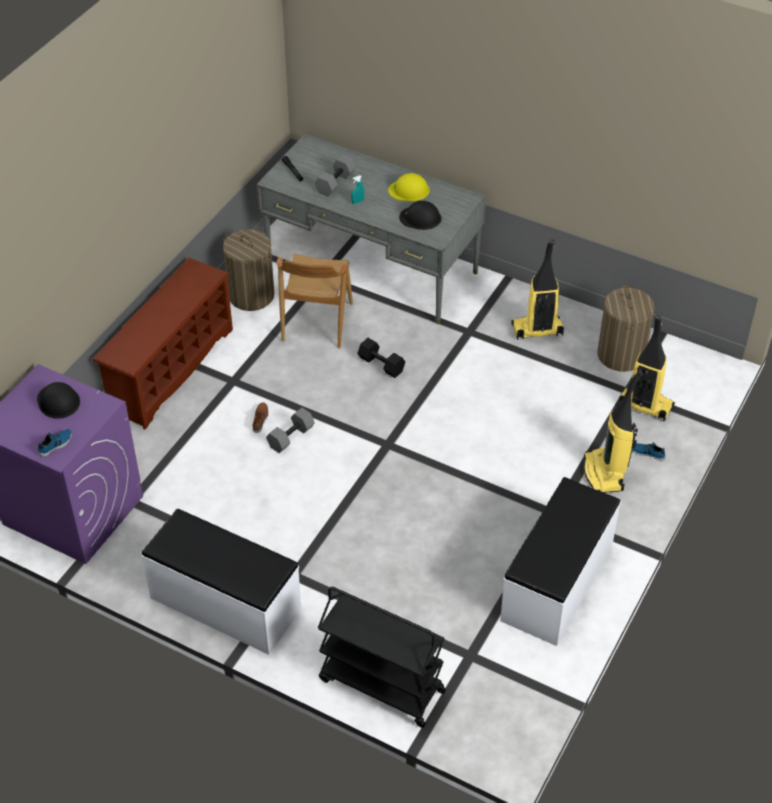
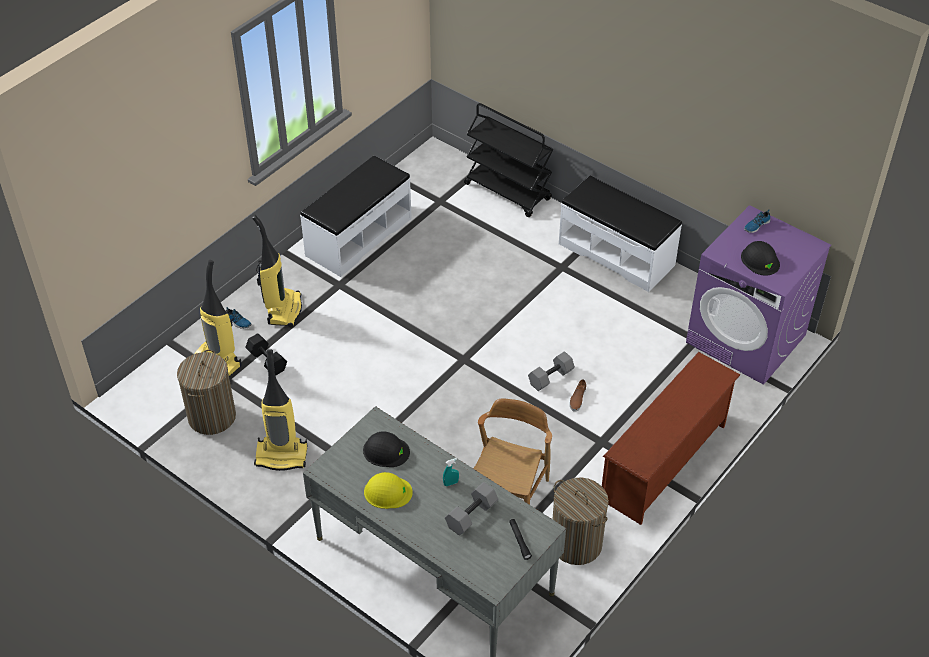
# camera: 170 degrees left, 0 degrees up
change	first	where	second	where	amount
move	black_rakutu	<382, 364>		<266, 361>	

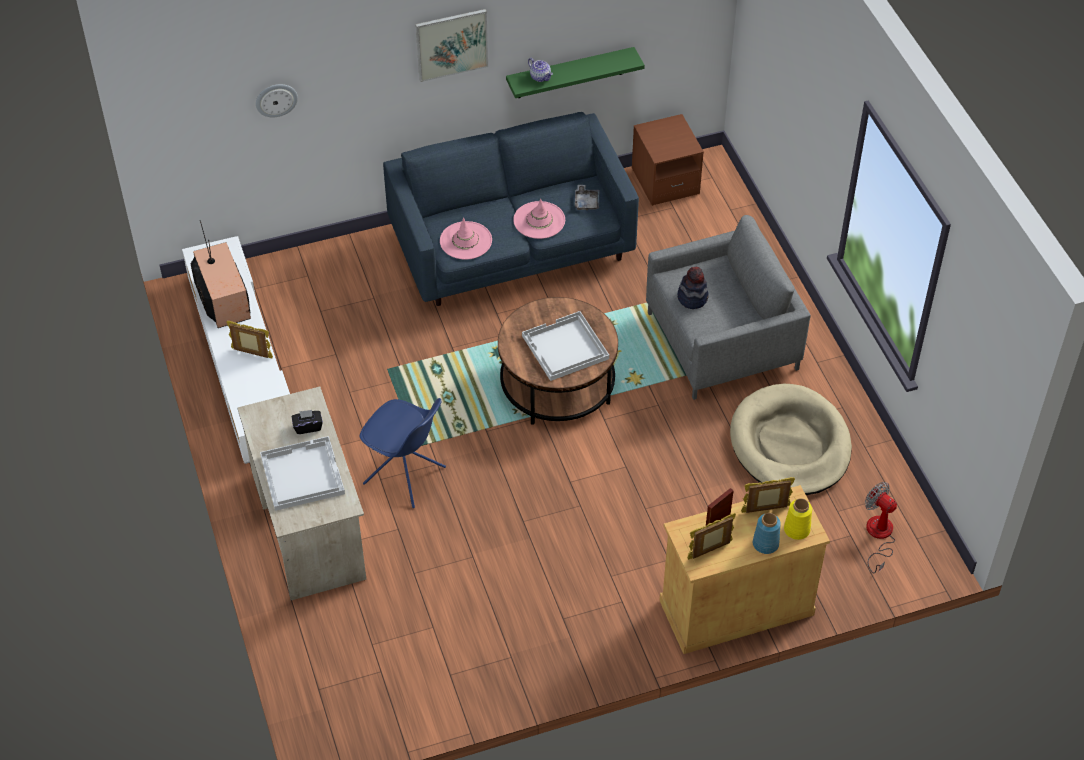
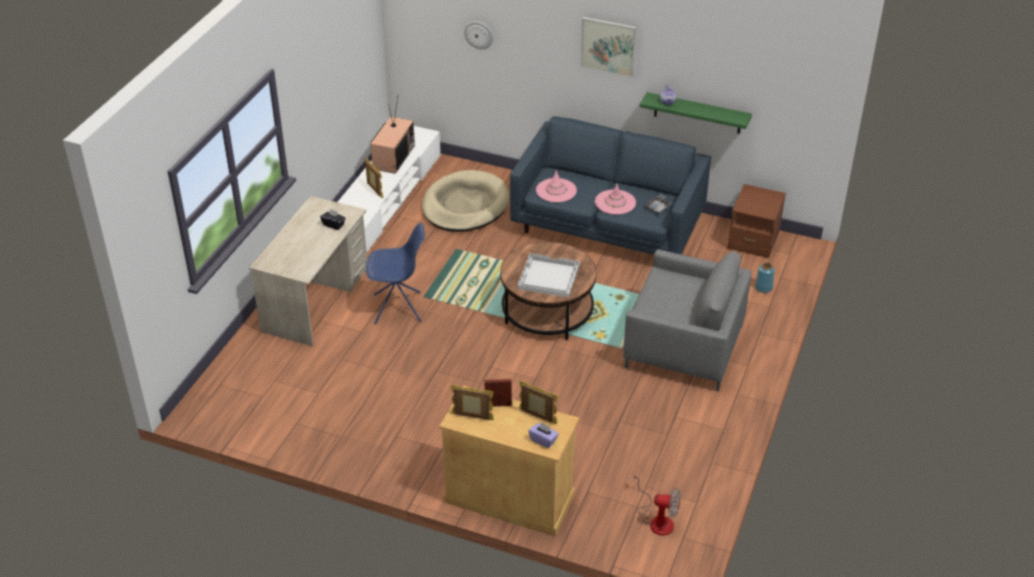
# camera: 40 degrees right, 10 degrees down
change	first	where	second	where	amount
delete	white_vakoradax	<301, 474>			
delete	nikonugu	<692, 297>			
move	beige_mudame	<790, 444>		<465, 205>	
move	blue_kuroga	<765, 544>		<763, 288>	
replace	yellow_kuroga	<796, 530>	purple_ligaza	<543, 440>	
rotate	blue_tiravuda	<406, 476>		<399, 308>	75 degrees counterclockwise
rotate	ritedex	<878, 536>		<657, 519>	105 degrees clockwise

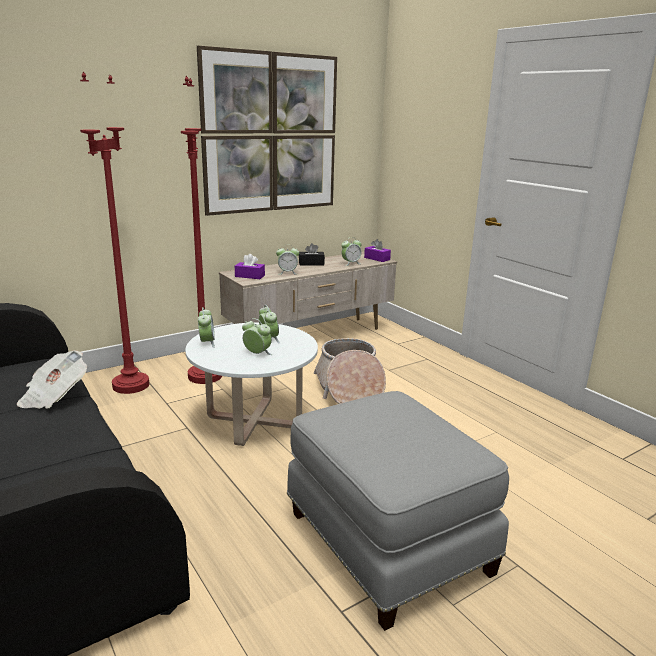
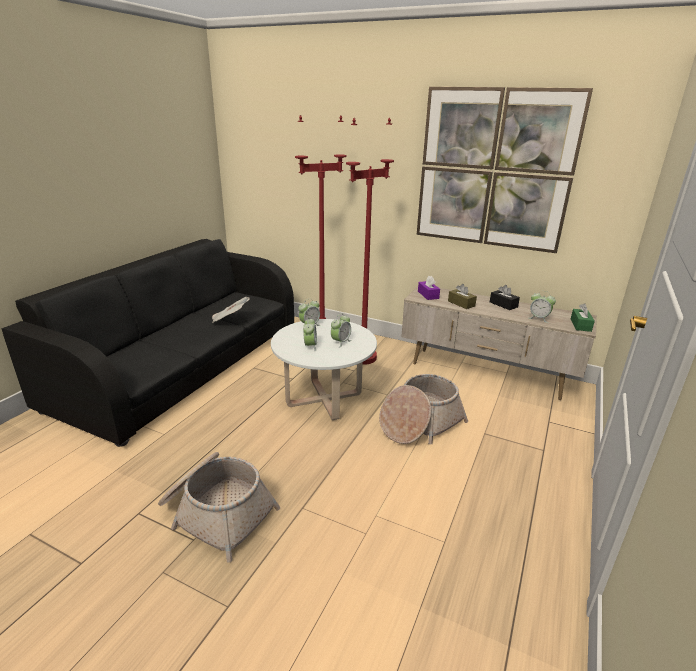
# camera: 60 degrees right, 5 degrees up
change	first	where	second	where	amount
replace	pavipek	<287, 272>	brown_ligaza	<461, 303>	
replace	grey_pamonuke	<385, 543>	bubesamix	<217, 512>	
recolor	purple_ligaza	<377, 258>	green_ligaza	<580, 325>	

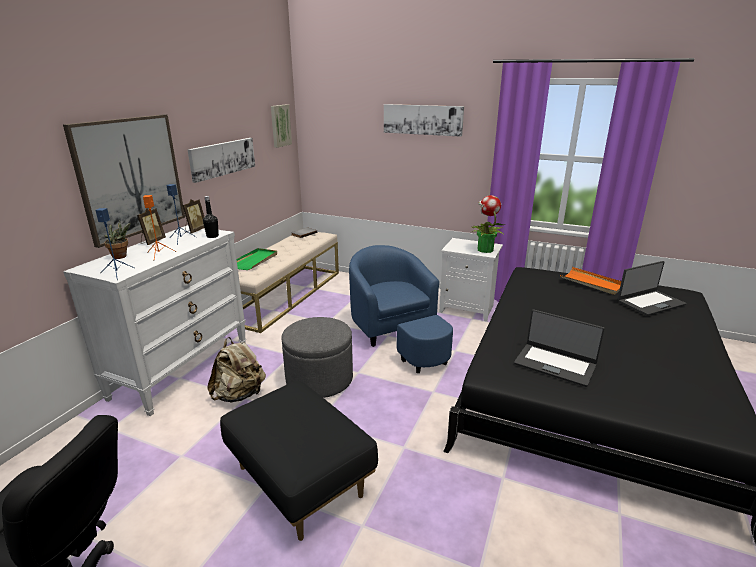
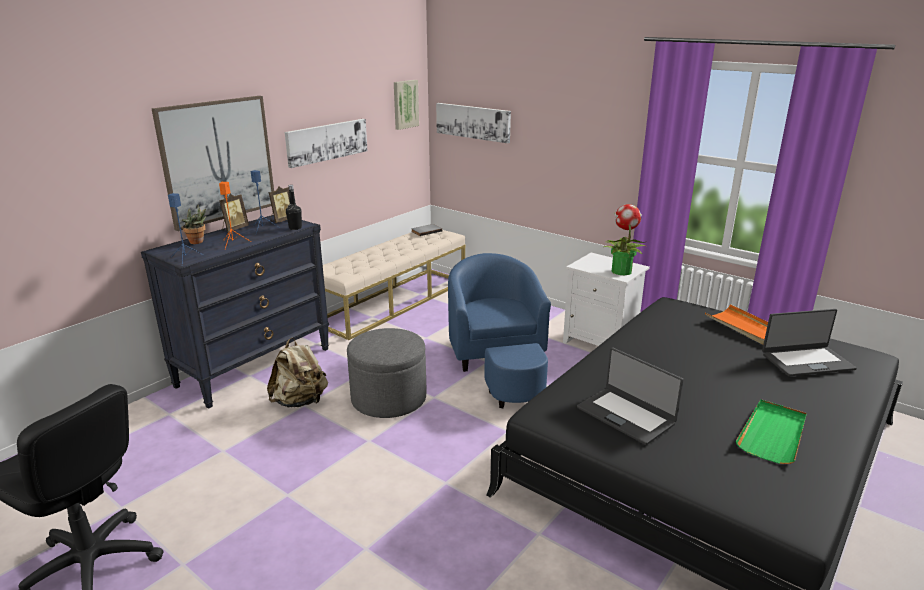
# camera: 15 degrees right, 0 degrees up
change	first	where	second	where	amount
delete	black_pamonuke	<301, 481>			
move	green_vakoradax	<254, 260>		<772, 434>	
move	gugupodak	<422, 119>		<473, 122>	
recolor	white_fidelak	<182, 368>	black_fidelak	<255, 366>	

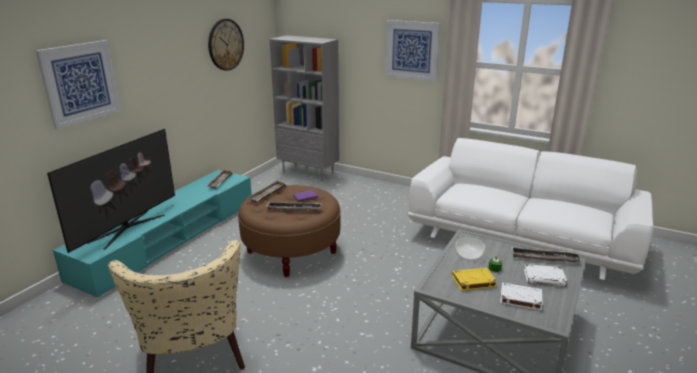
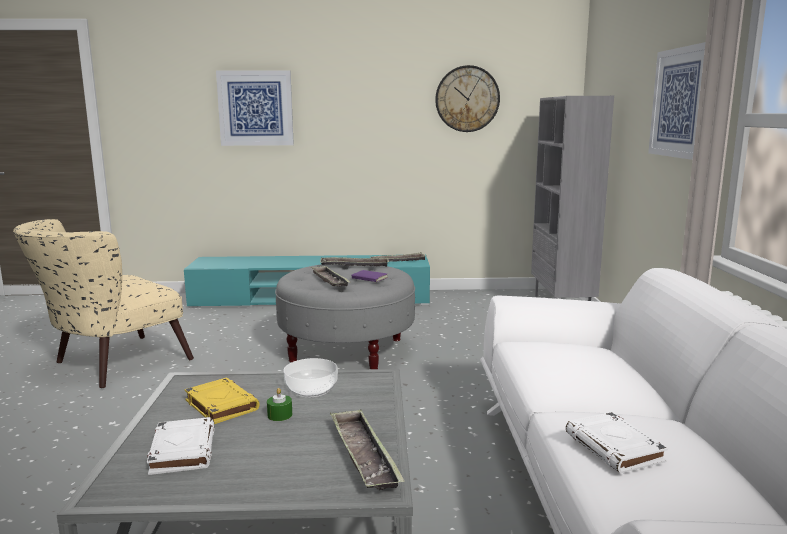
# camera: 60 degrees right, 10 degrees down
change	first	where	second	where	amount
delete	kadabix	<127, 228>			
move	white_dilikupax	<544, 278>		<615, 448>	
recolor	brown_pamonuke	<291, 252>	grey_pamonuke	<347, 349>	

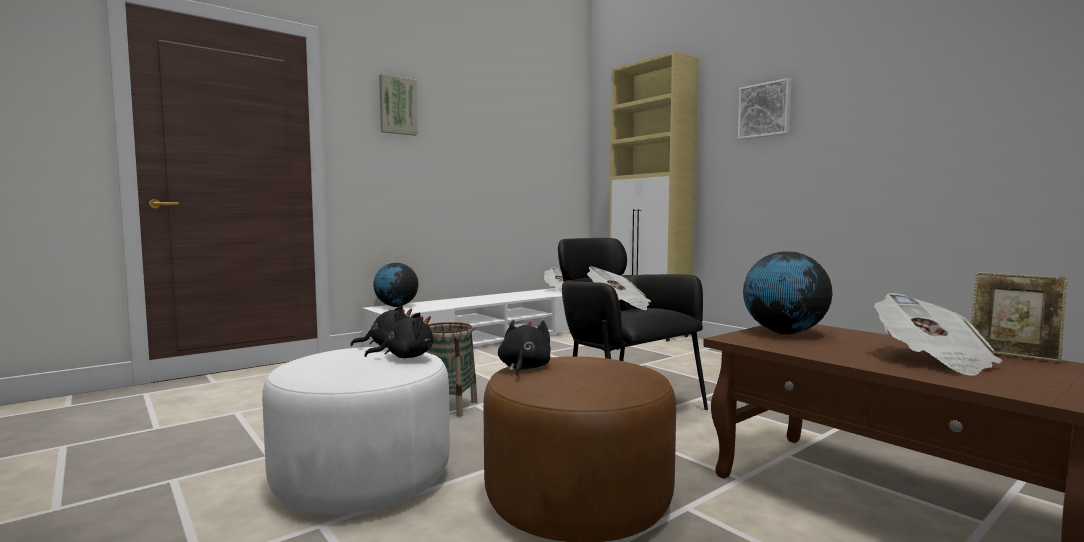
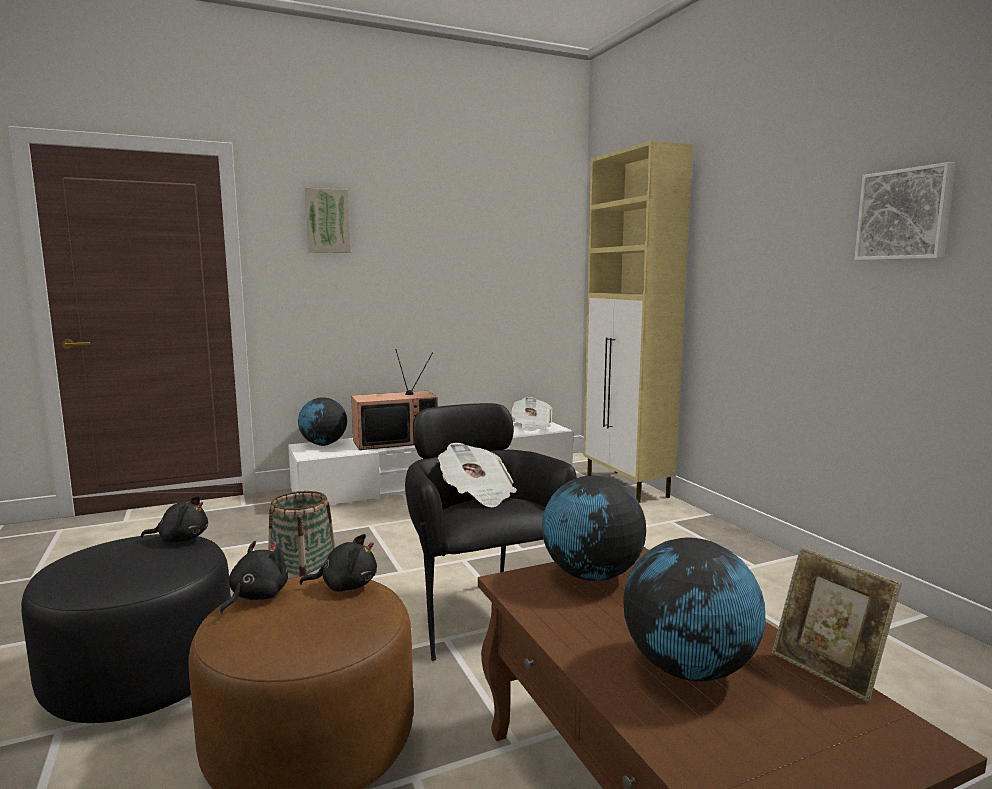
# camera: 15 degrees right, 5 degrees up
change	first	where	second	where	amount
insert			kadabix	<396, 441>	
move	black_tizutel	<405, 357>		<345, 586>	
move	gugupodak	<765, 110>		<905, 214>	
replace	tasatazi	<933, 361>	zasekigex	<688, 669>	
recolor	white_pamonuke	<362, 479>	black_pamonuke	<141, 675>	

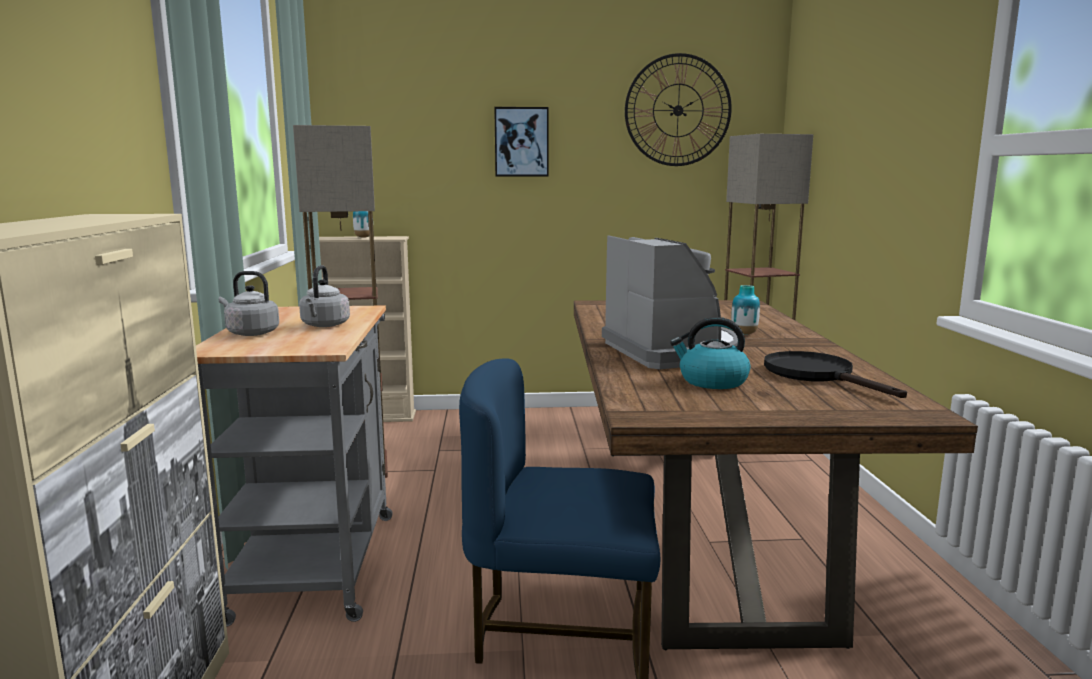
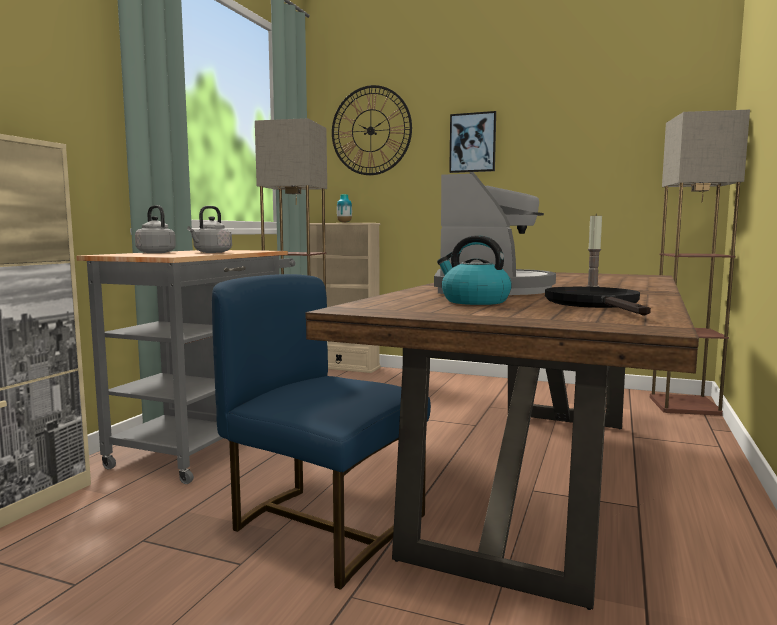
# camera: 25 degrees right, 5 degrees down
change	first	where	second	where	amount
move	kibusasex	<678, 110>		<371, 130>	
replace	kuroga	<744, 334>	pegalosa	<592, 286>	

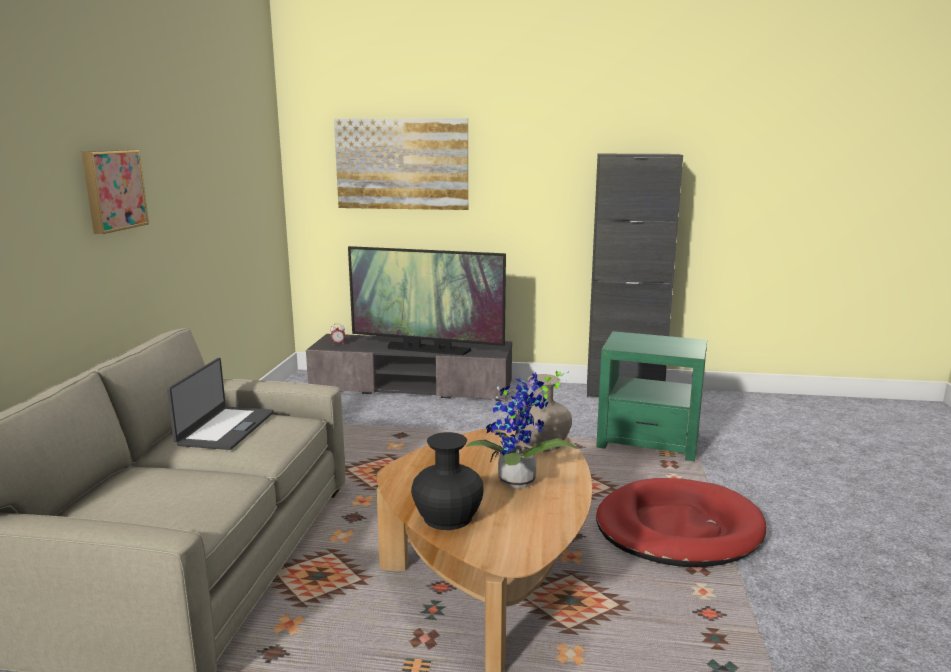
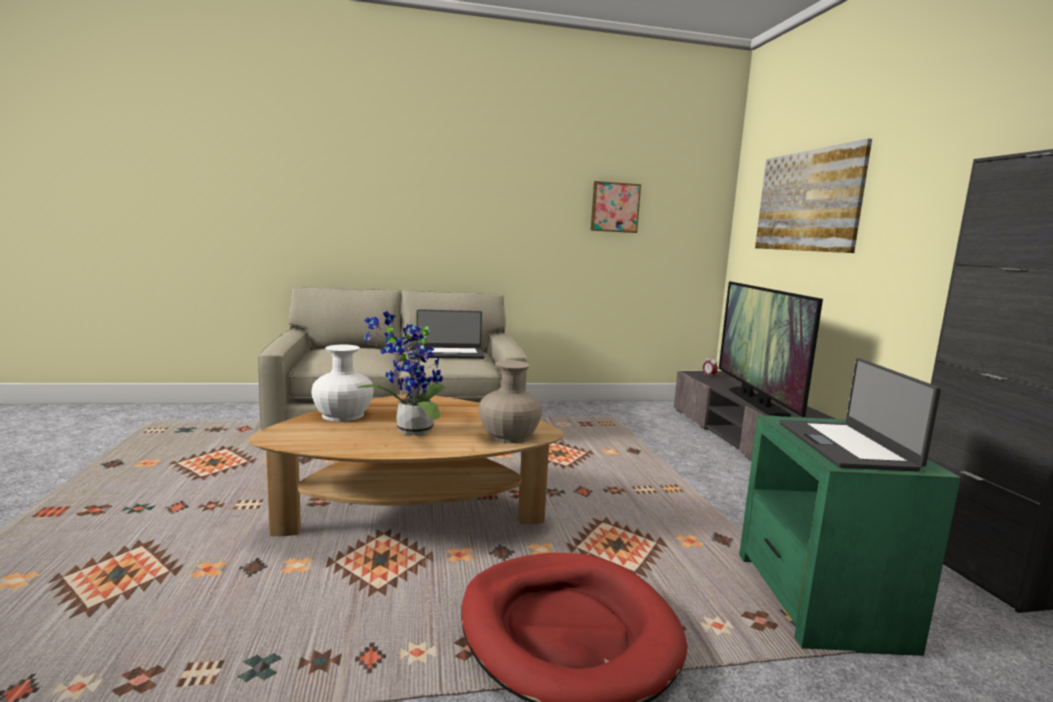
# camera: 70 degrees right, 5 degrees down
change	first	where	second	where	amount
insert			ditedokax	<846, 446>	
move	gugupodak	<113, 190>		<614, 207>	
recolor	black_kuroga	<447, 517>	white_kuroga	<343, 415>	

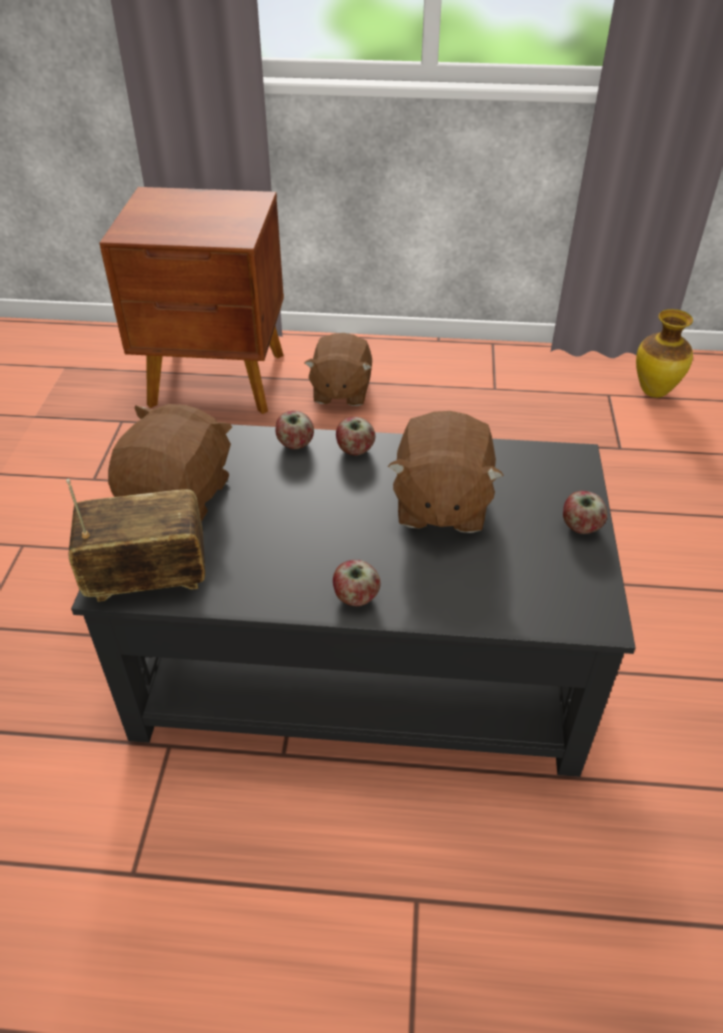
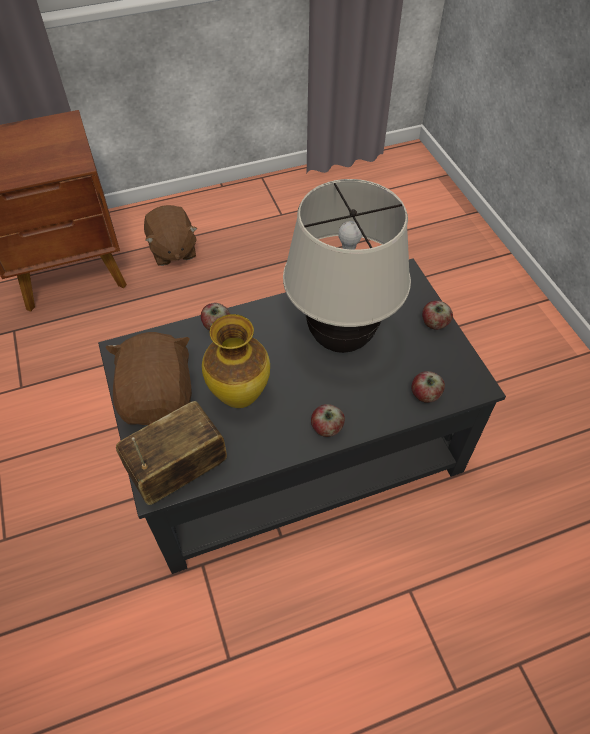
# camera: 25 degrees left, 10 degrees up
change	first	where	second	where	amount
move	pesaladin	<355, 450>		<425, 395>	
move	kuroga	<654, 391>		<240, 396>	
replace	brown_tizutel	<440, 504>	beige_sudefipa	<341, 339>	

